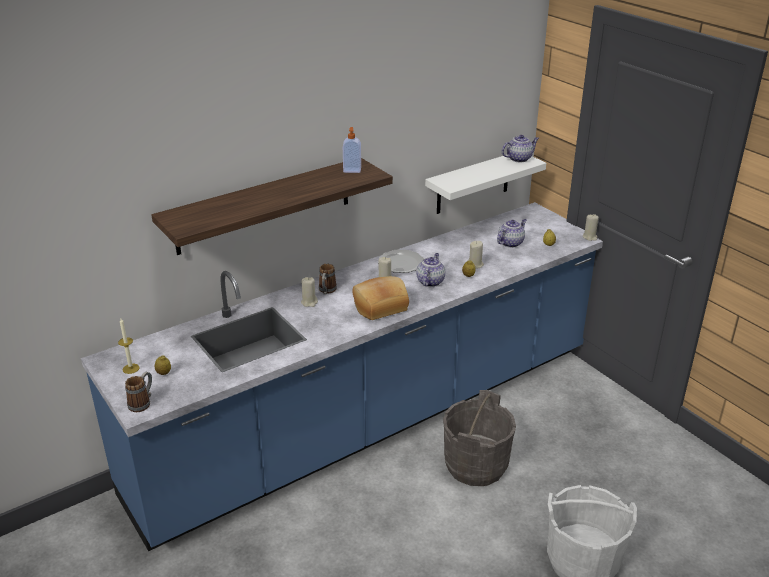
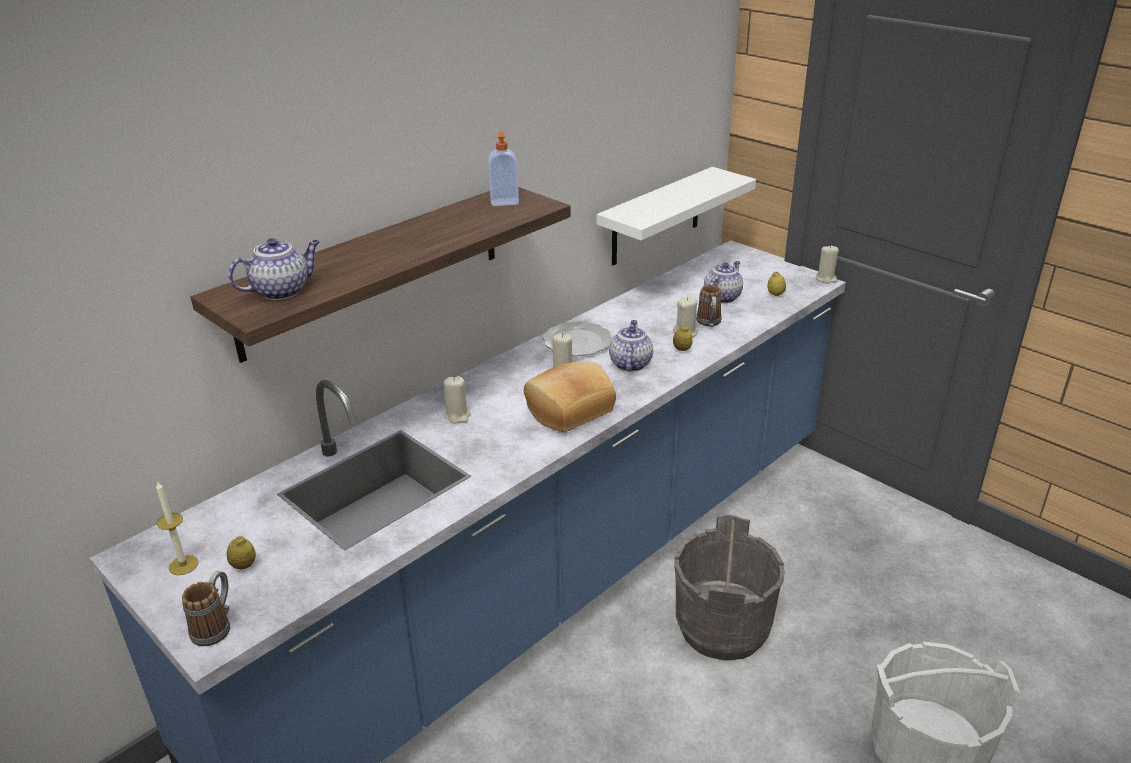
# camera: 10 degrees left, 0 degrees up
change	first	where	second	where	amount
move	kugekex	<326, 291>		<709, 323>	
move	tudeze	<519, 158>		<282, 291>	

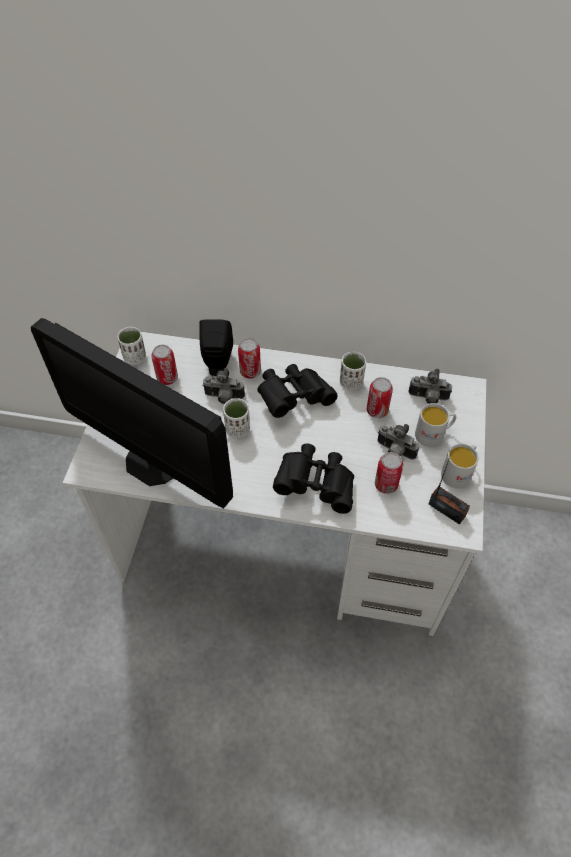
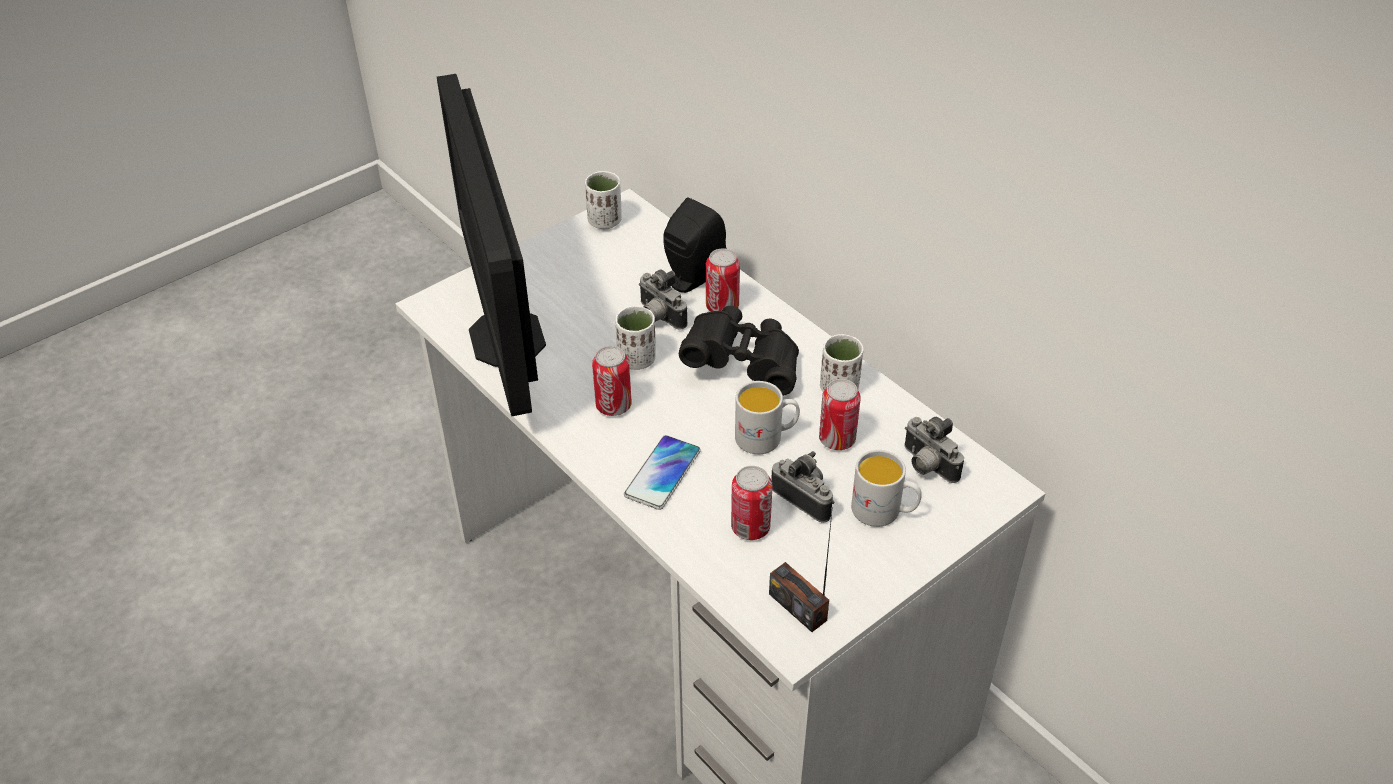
# camera: 40 degrees right, 10 degrees down
change	first	where	second	where	amount
move	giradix	<167, 378>		<613, 406>	
move	white_kugekex	<458, 472>		<766, 437>	
replace	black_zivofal	<316, 485>	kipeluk	<662, 473>	
rotate	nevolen	<394, 452>		<805, 498>	150 degrees clockwise
rotate	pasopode	<446, 510>		<798, 607>	150 degrees clockwise

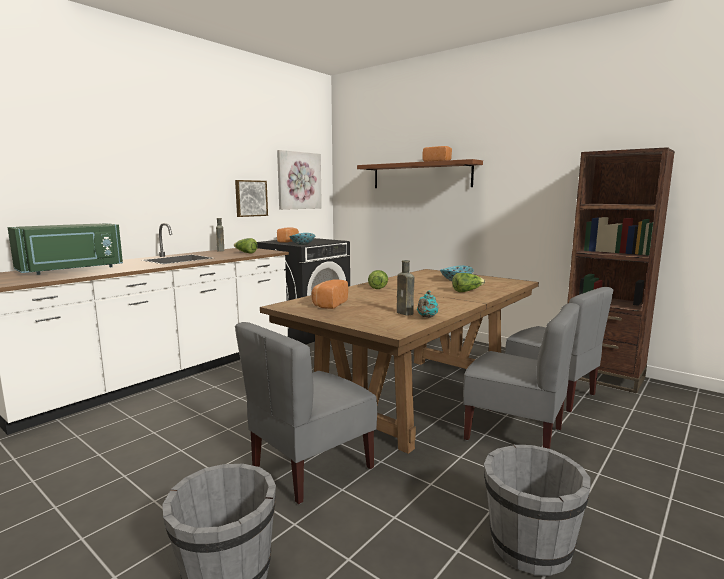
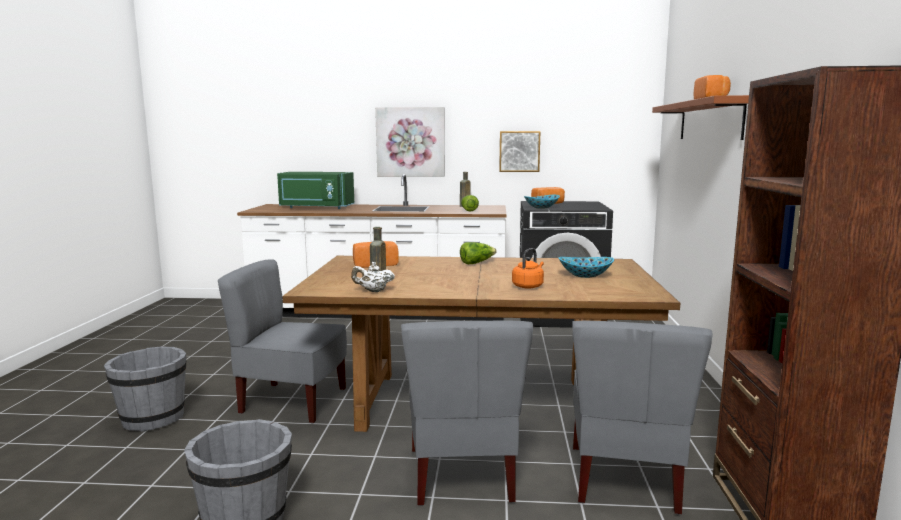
# camera: 55 degrees right, 0 degrees up
change	first	where	second	where	amount
move	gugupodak	<298, 180>		<410, 142>	
replace	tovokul	<467, 291>	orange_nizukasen	<528, 286>	
recolor	turquoise_tudeze	<427, 317>	white_tudeze	<373, 291>	

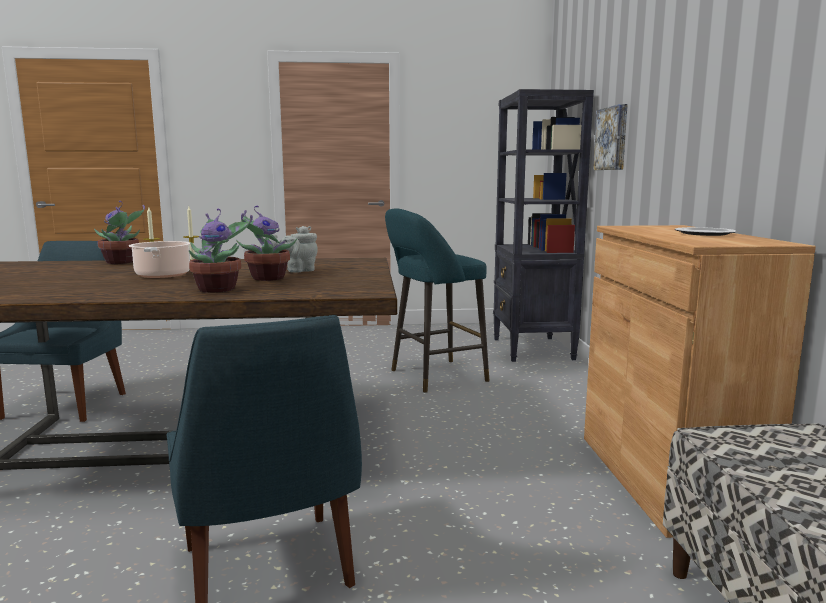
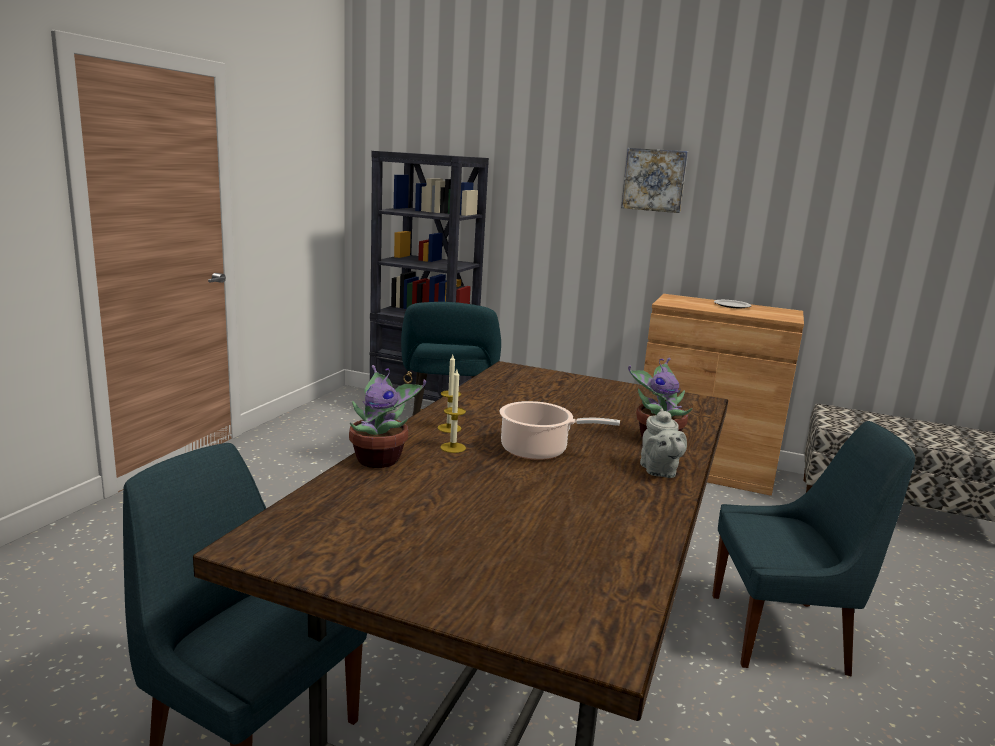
# camera: 65 degrees left, 5 degrees up
change	first	where	second	where	amount
delete	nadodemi	<266, 278>			
move	grey_tudeze	<298, 270>		<659, 471>	
move	gugupodak	<612, 138>		<654, 180>	

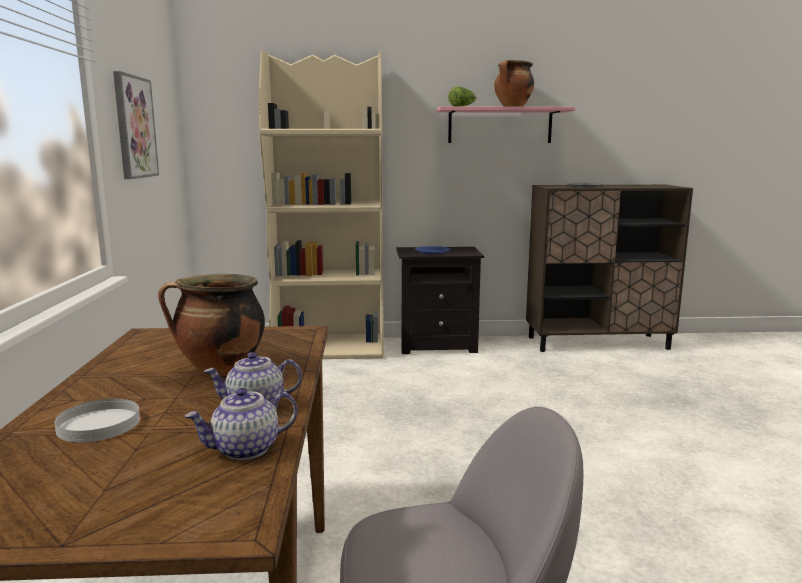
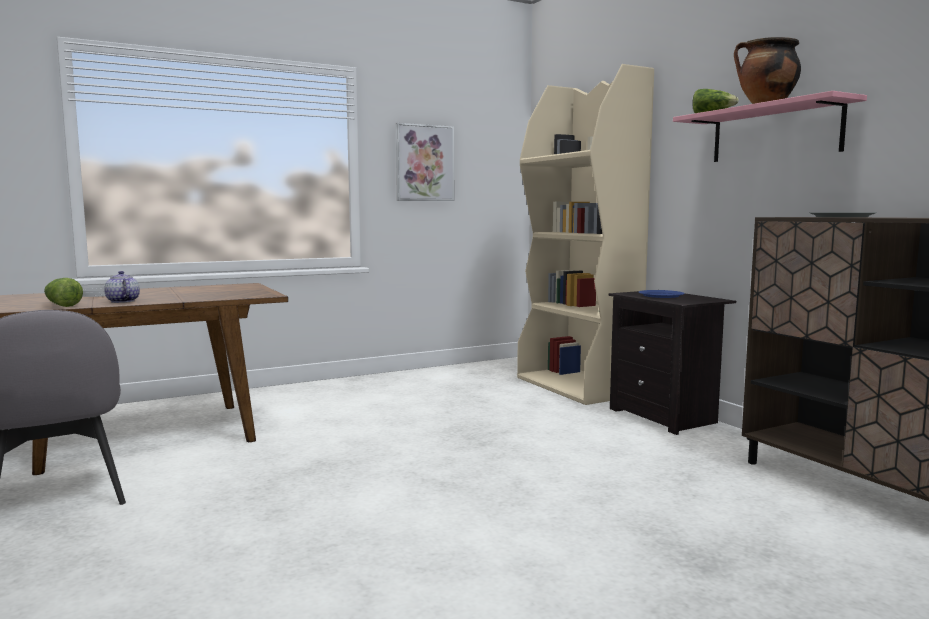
# camera: 65 degrees right, 5 degrees down
change	first	where	second	where	amount
delete	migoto	<220, 370>			
replace	tudeze	<245, 449>	tovokul	<62, 305>	

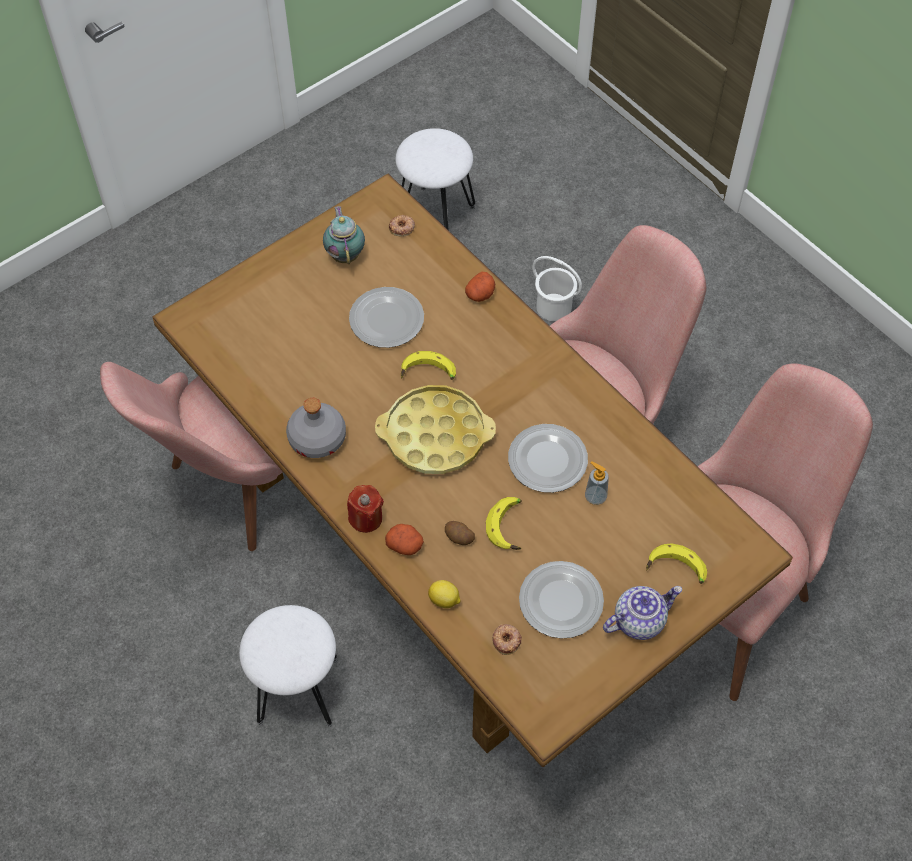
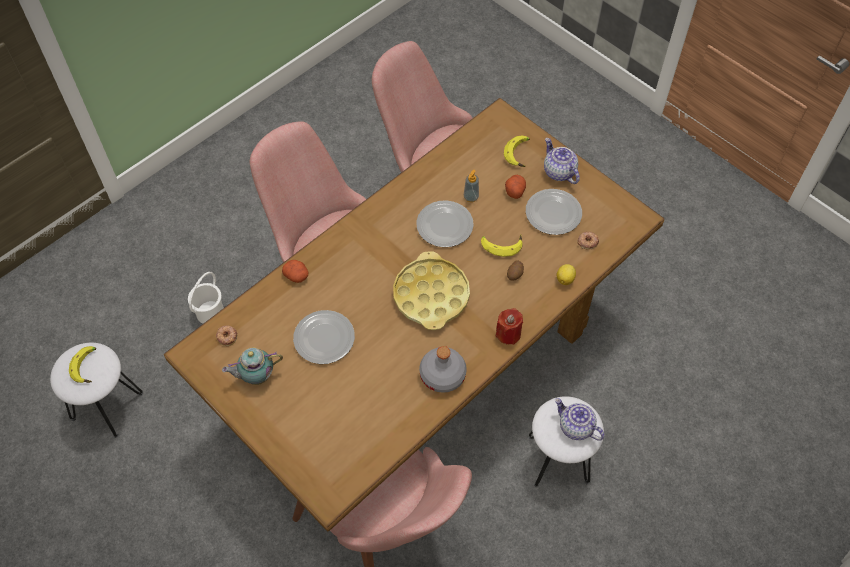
# camera: 95 degrees left, 0 degrees up
change	first	where	second	where	amount
insert			tudeze	<575, 427>	
move	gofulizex	<405, 544>		<514, 190>	
move	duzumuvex	<428, 374>		<87, 367>	

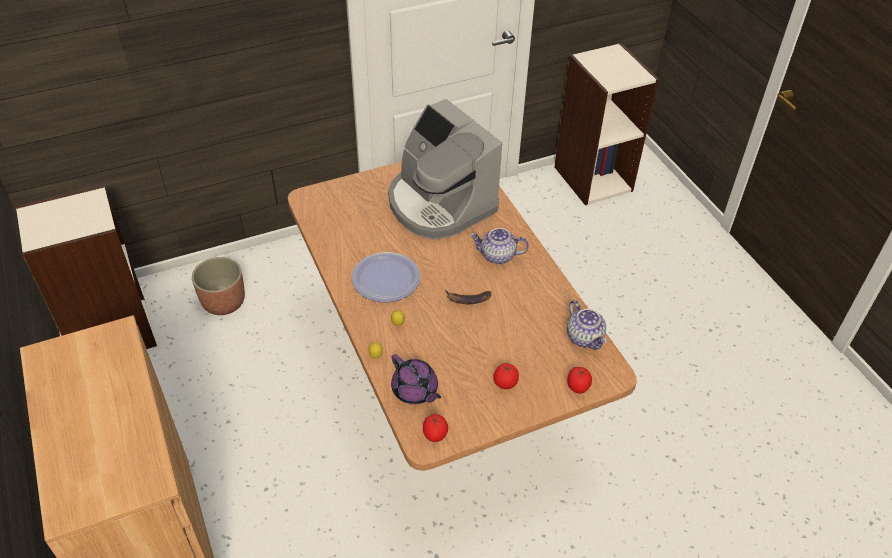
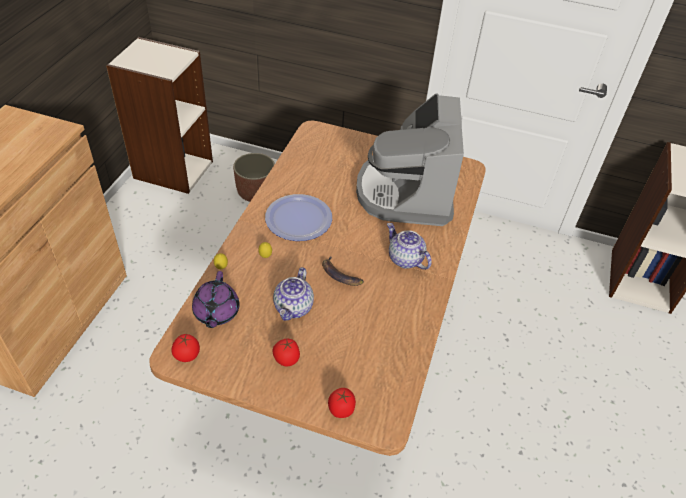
# camera: 40 degrees right, 0 degrees up
change	first	where	second	where	amount
move	tudeze	<585, 338>		<294, 308>	

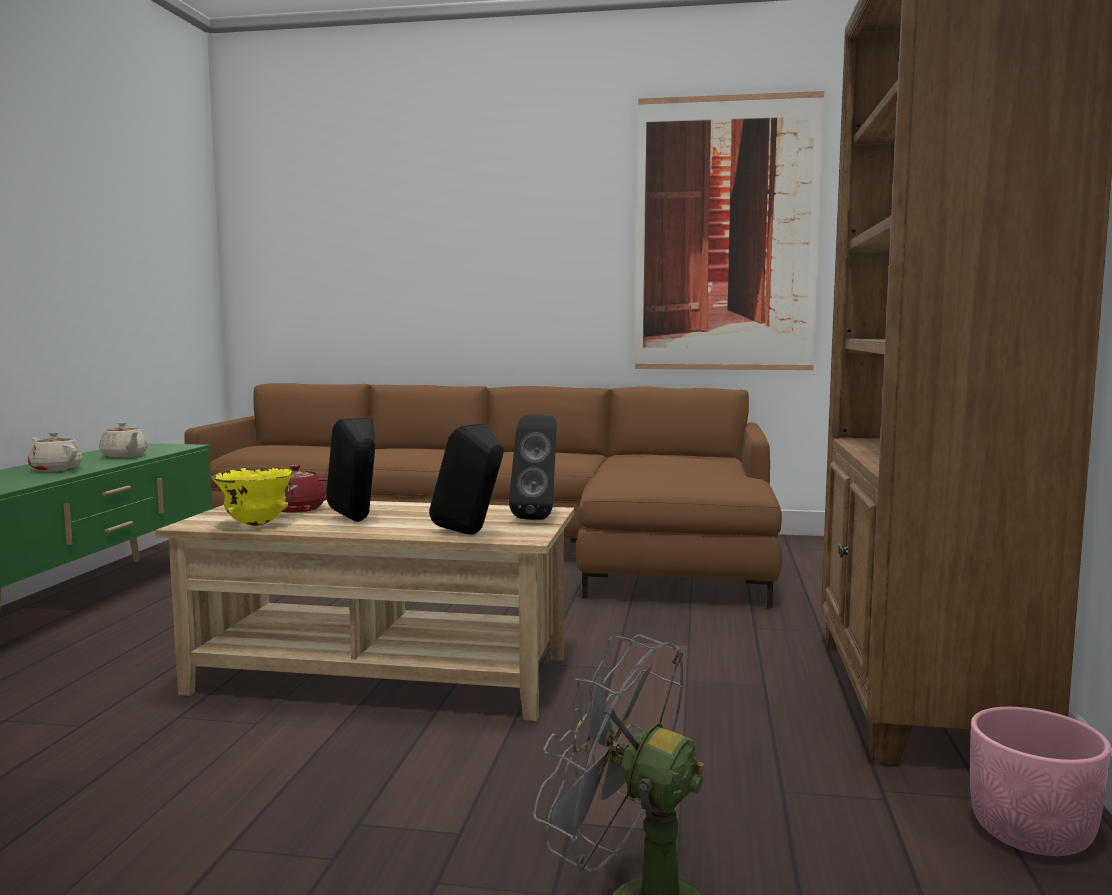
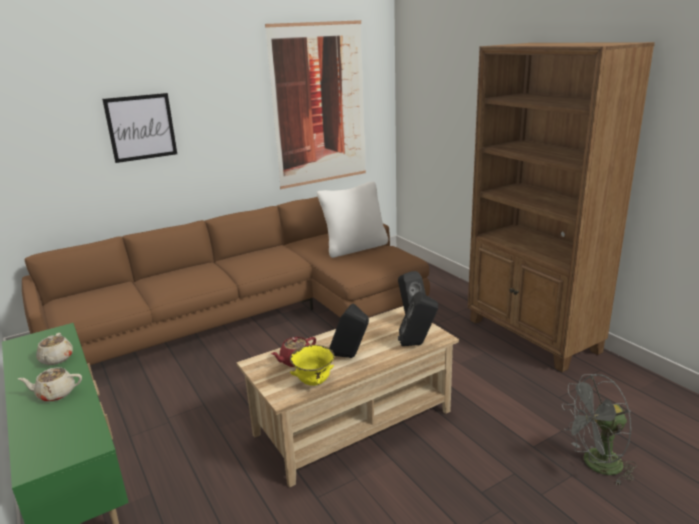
# camera: 40 degrees left, 15 degrees up
change	first	where	second	where	amount
delete	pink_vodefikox	<1032, 833>			
insert			gugupodak	<141, 127>	
insert			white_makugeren	<355, 248>	
rotate	beige_tudeze	<124, 456>		<56, 359>	75 degrees clockwise

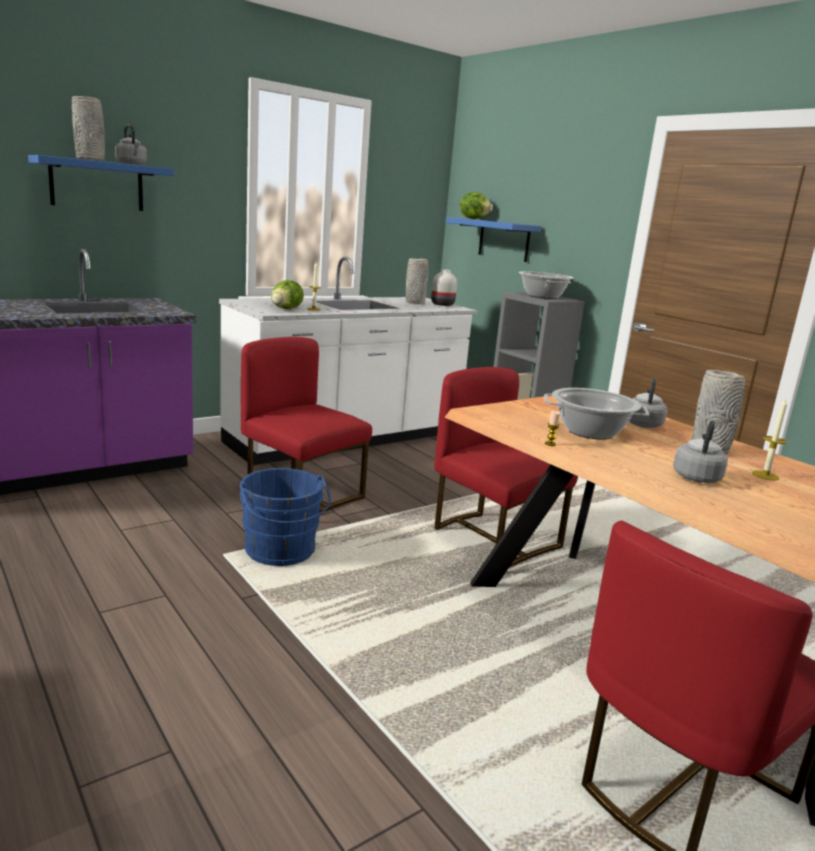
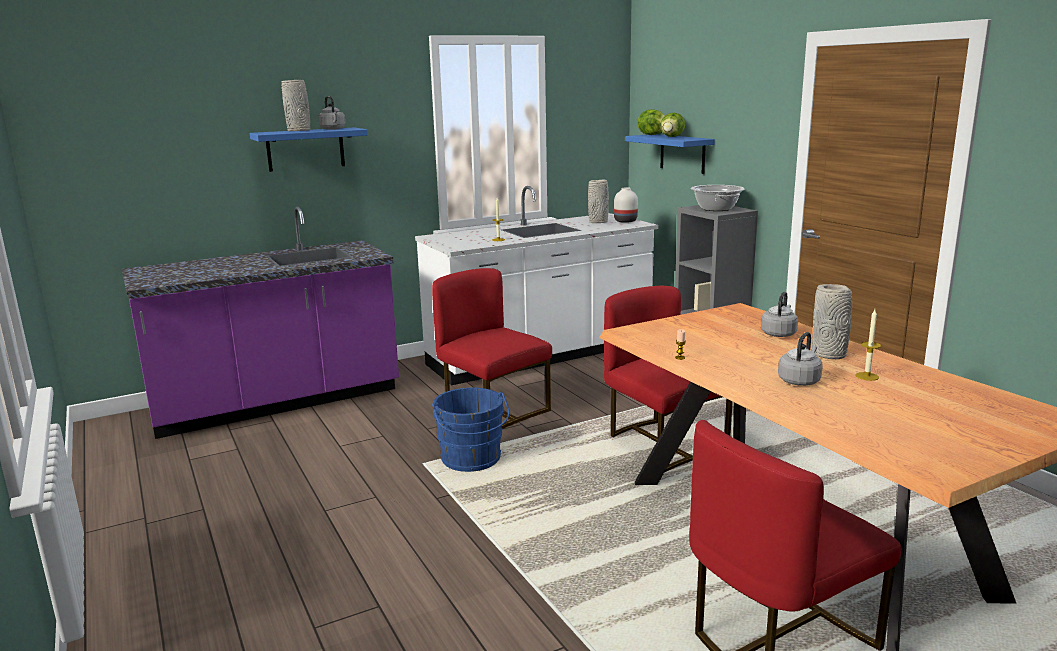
# camera: 10 degrees right, 0 degrees up
change	first	where	second	where	amount
delete	migoto	<590, 432>			
move	tovokul	<285, 309>		<671, 137>	

